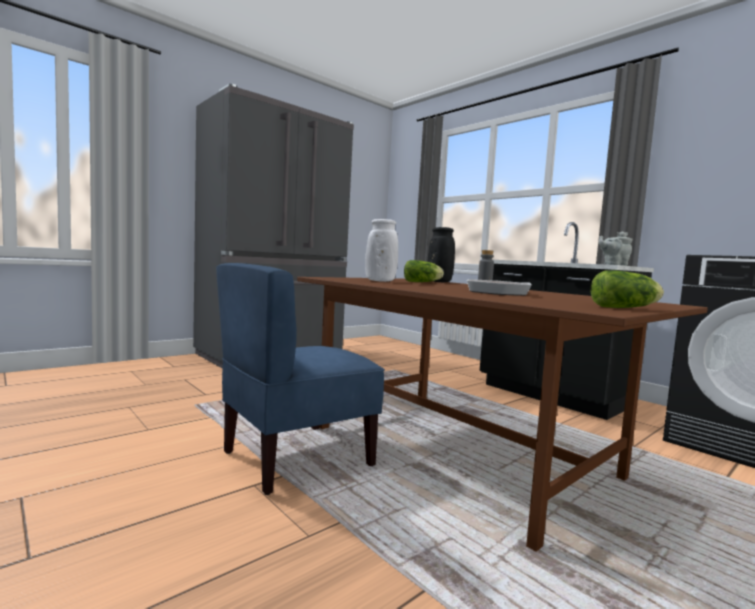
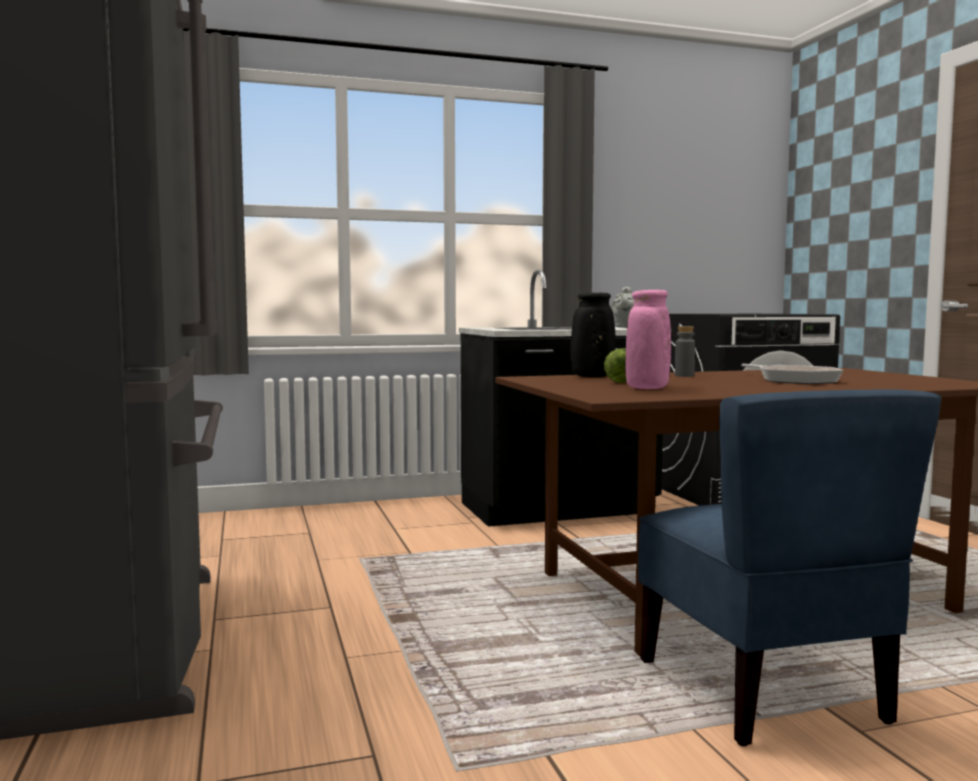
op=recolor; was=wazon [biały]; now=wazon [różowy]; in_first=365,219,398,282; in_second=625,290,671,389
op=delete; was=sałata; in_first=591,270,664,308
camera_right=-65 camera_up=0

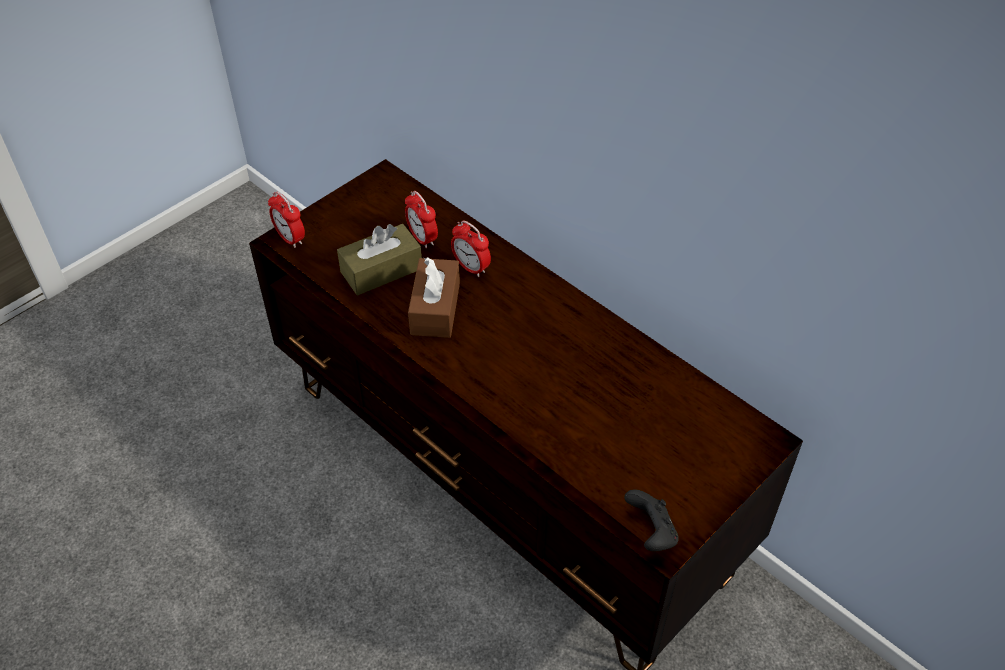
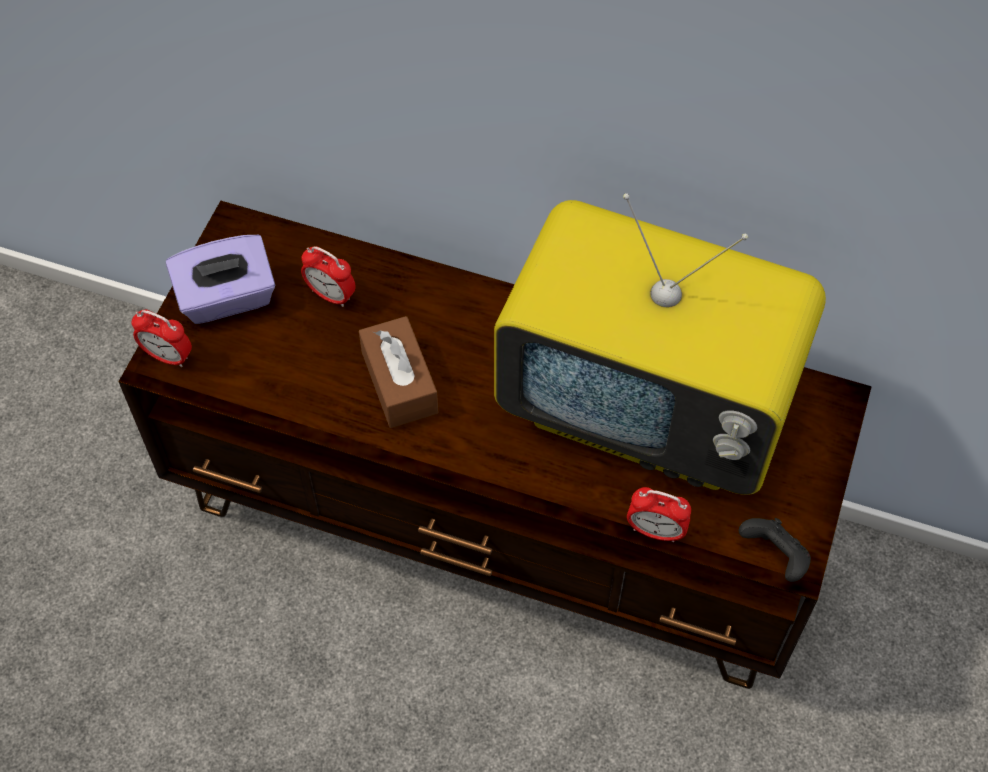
op=delete; was=pudełko chusteczek [brązowy]; in_first=337,224,422,295
op=move; was=budzik; in_first=451,221,491,277; in_second=627,487,691,542
op=insert; now=pudełko chusteczek [fioletowy]; in_second=166,235,275,324
op=insert; now=telewizor; in_second=494,193,826,495
camera_right=-25 camera_up=10

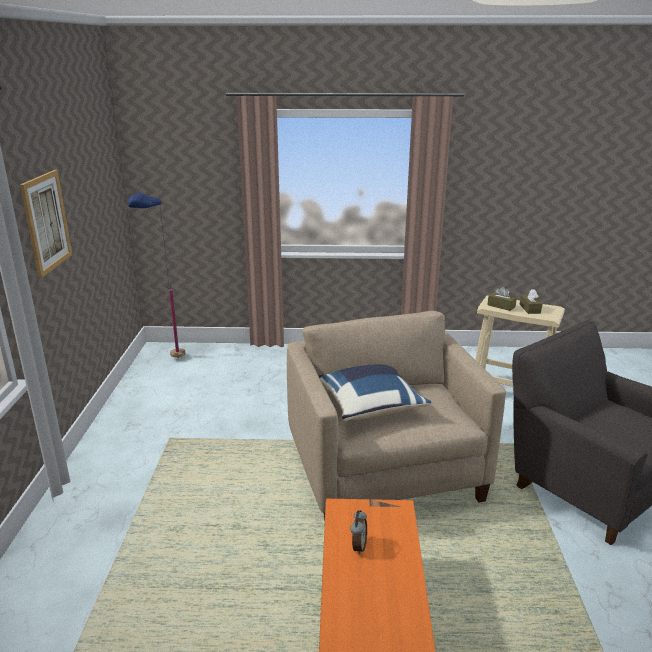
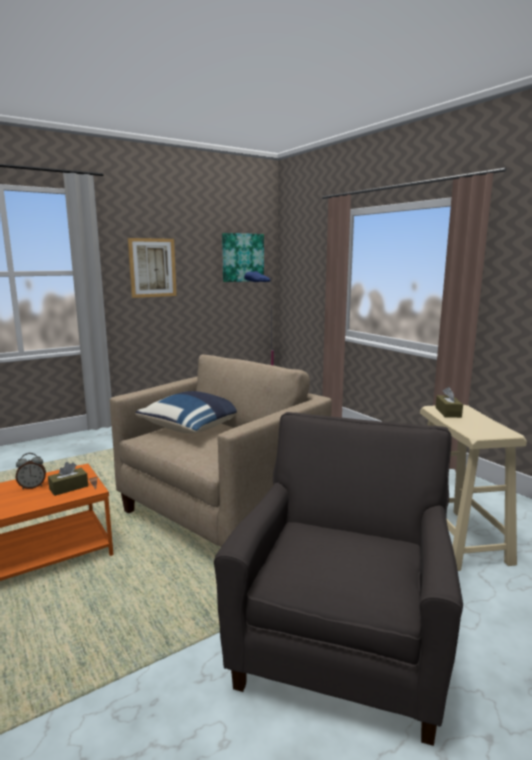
op=move; was=pudełko chusteczek [brązowy]; in_first=520,289,542,314; in_second=48,462,88,496
op=insert; now=obraz; in_second=222,233,264,282
camera_right=55 camera_up=-10

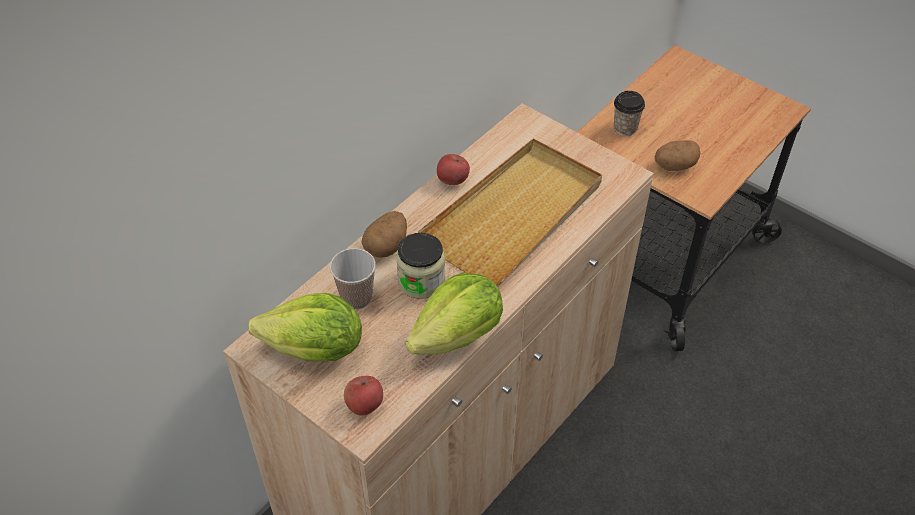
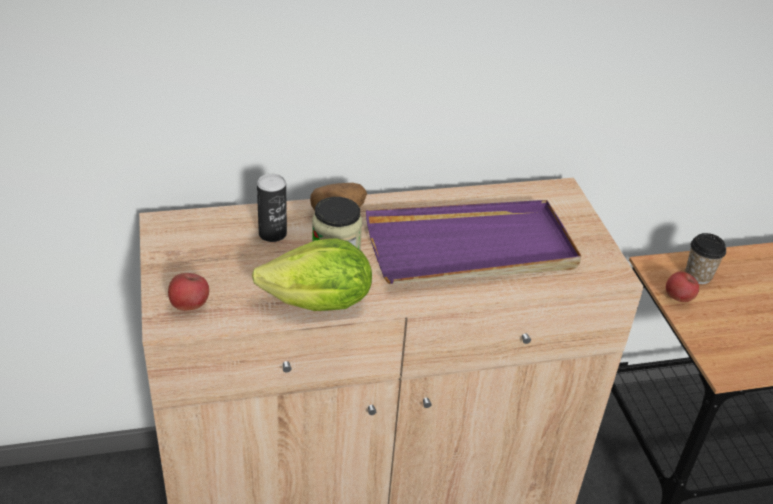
op=delete; was=sałata; in_first=248,293,362,361
op=replace; was=filiżanka; now=puszka; in_first=330,248,376,310; in_second=257,174,287,242
op=recolor; was=taca [beżowy]; now=taca [fioletowy]; in_first=418,138,602,285; in_second=366,200,581,284
op=move; was=jabłko; in_first=437,154,470,185; in_second=666,271,699,302
op=delete; was=ziemniak; in_first=655,140,700,171
camera_right=35 camera_up=-10

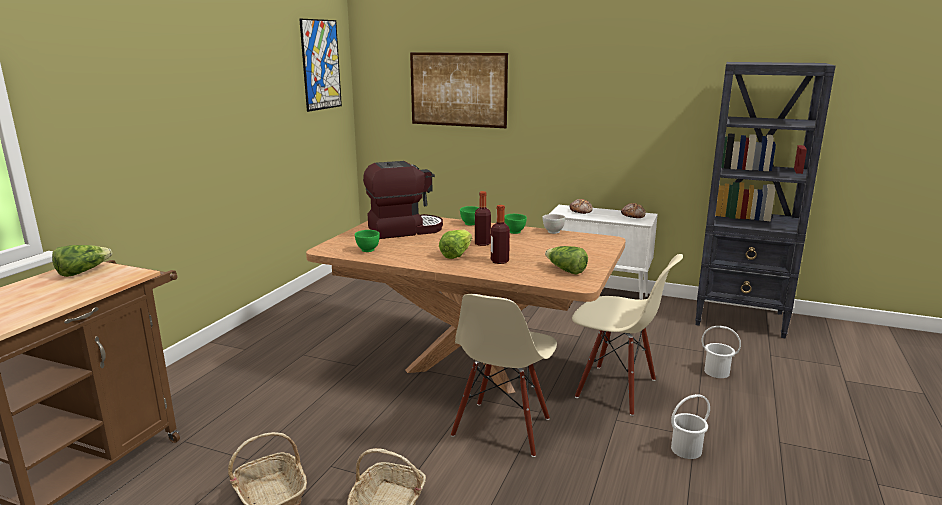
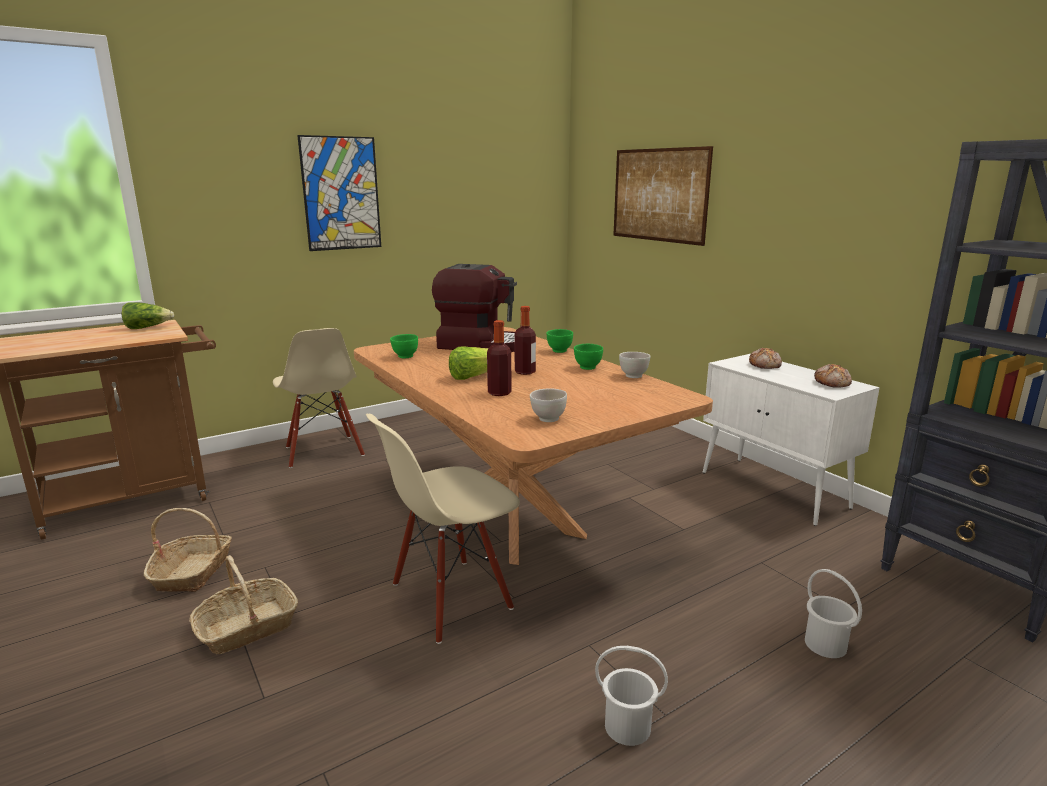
op=move; was=obraz; in_first=299,19,342,112; in_second=297,135,381,251
op=replace; was=sałata; now=miska [biały]; in_first=545,246,588,275; in_second=530,388,567,422
op=move; was=krzesło [beżowy]; in_first=572,254,683,416; in_second=273,328,365,468
camera_right=35 camera_up=0

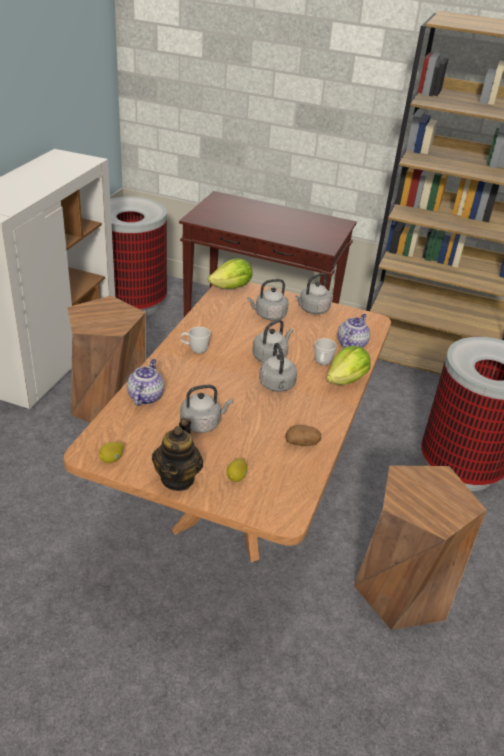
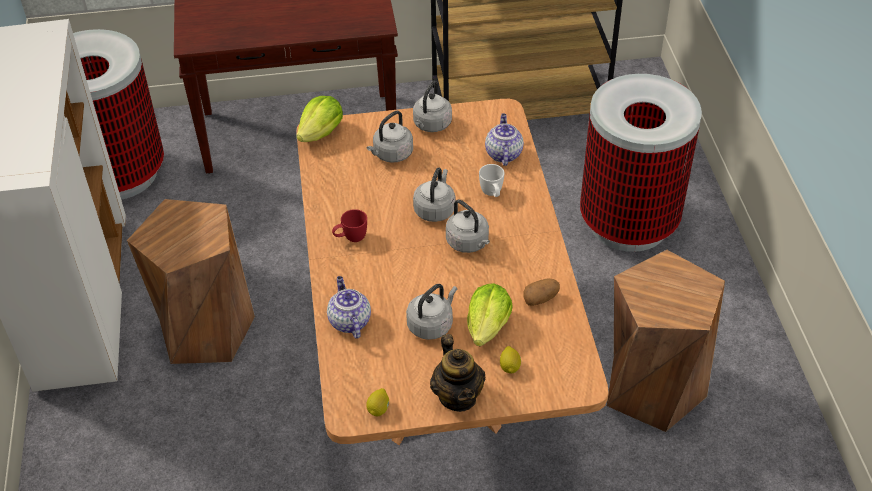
op=recolor; was=kubek [biały]; now=kubek [czerwony]; in_first=180,327,210,354; in_second=332,209,367,242
op=move; was=sałata; in_first=326,346,371,385; in_second=467,283,513,346
camera_right=-25 camera_up=10

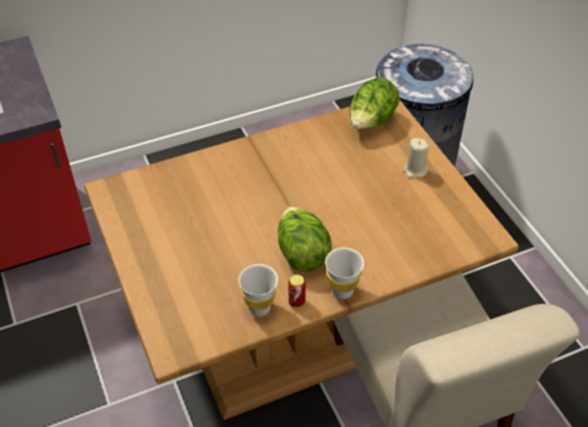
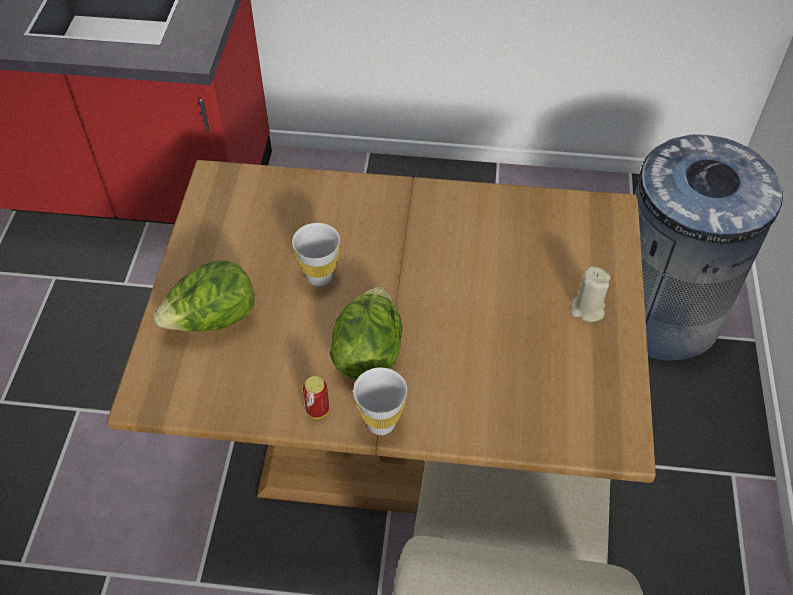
op=move; was=filiżanka [biały]; in_first=239,264,278,316; in_second=292,223,340,287
op=move; was=sałata; in_first=350,78,400,129; in_second=153,260,255,332
camera_right=30 camera_up=5

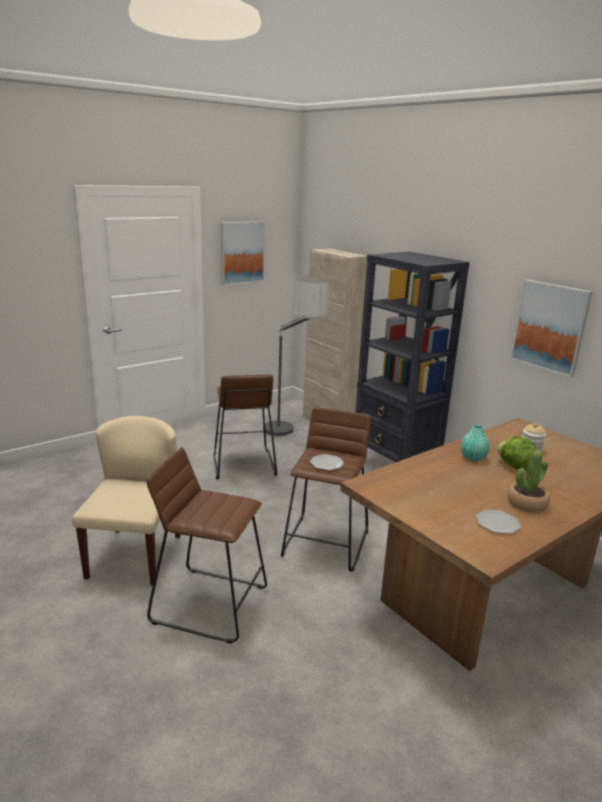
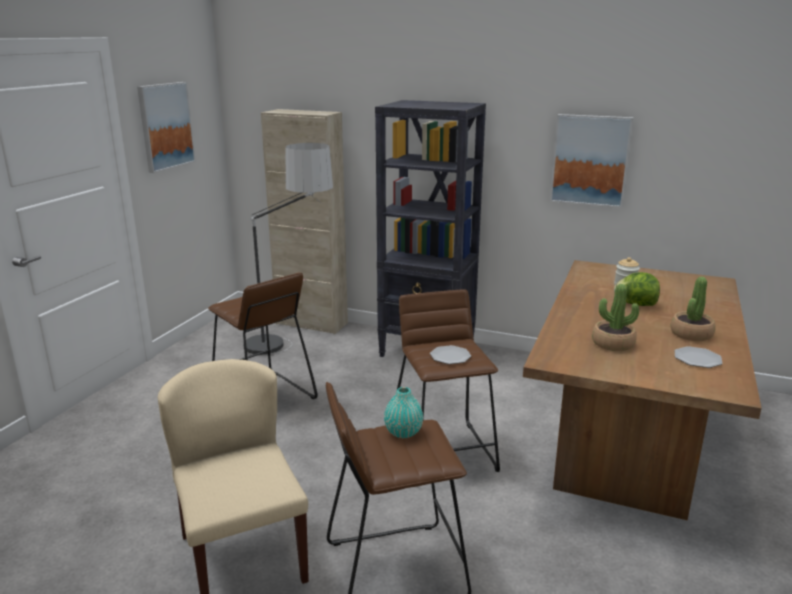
op=move; was=wazon [turkusowy]; in_first=461,425,490,461; in_second=384,387,423,438
op=insert; now=roślina doniczkowa; in_second=592,284,639,351
camera_right=-30 camera_up=0

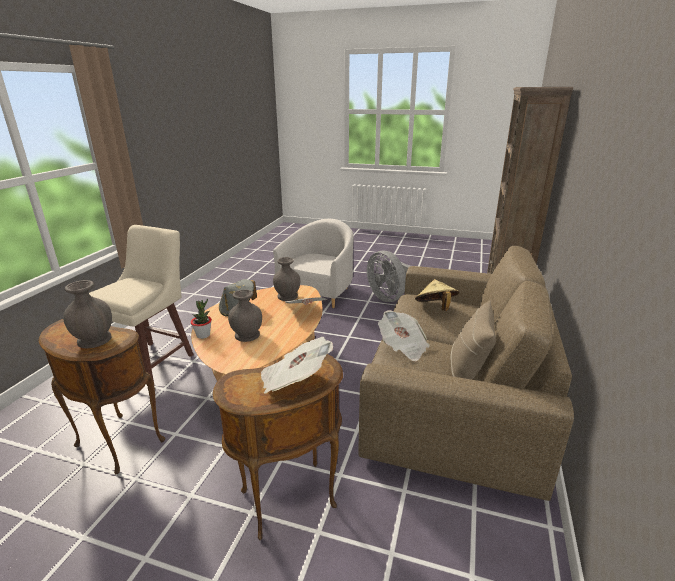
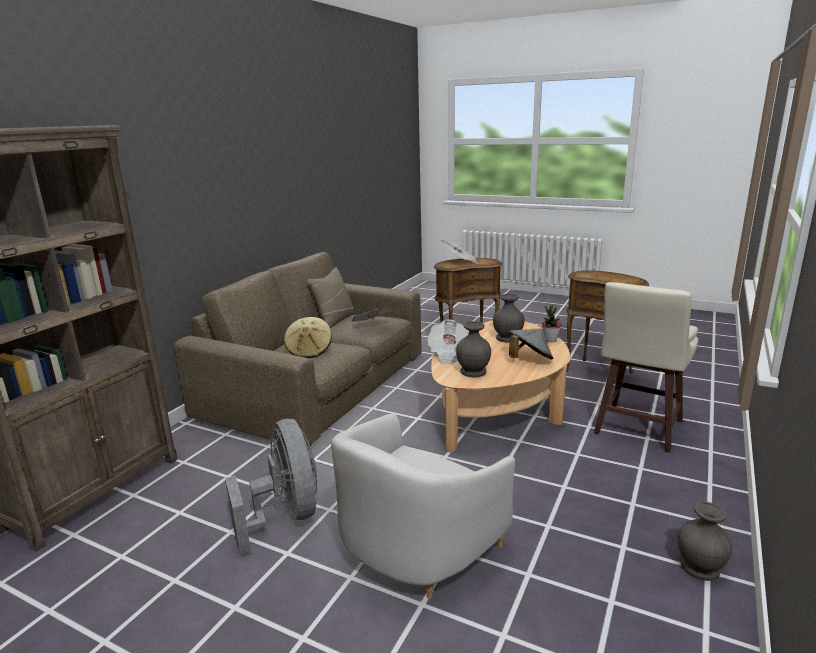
op=move; was=wazon [szary]; in_first=63,280,112,348; in_second=678,502,732,581
camera_right=-170 camera_up=-5

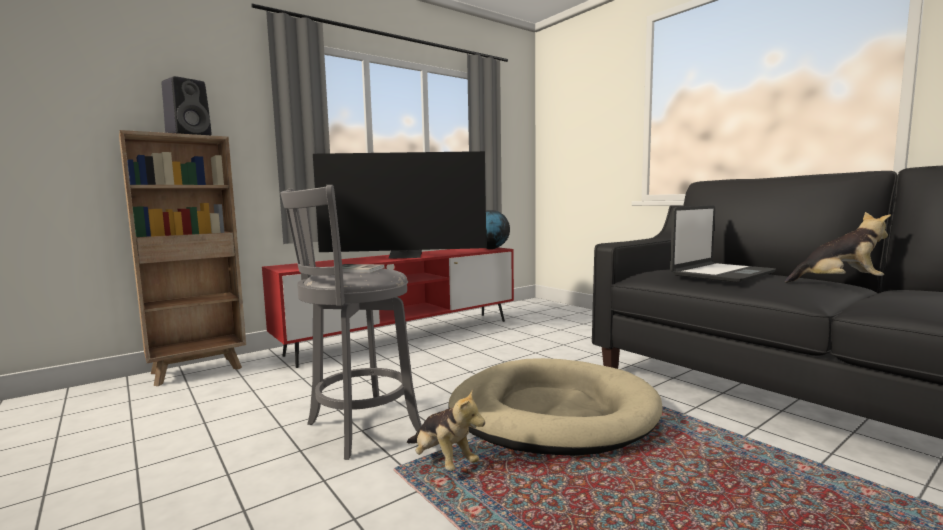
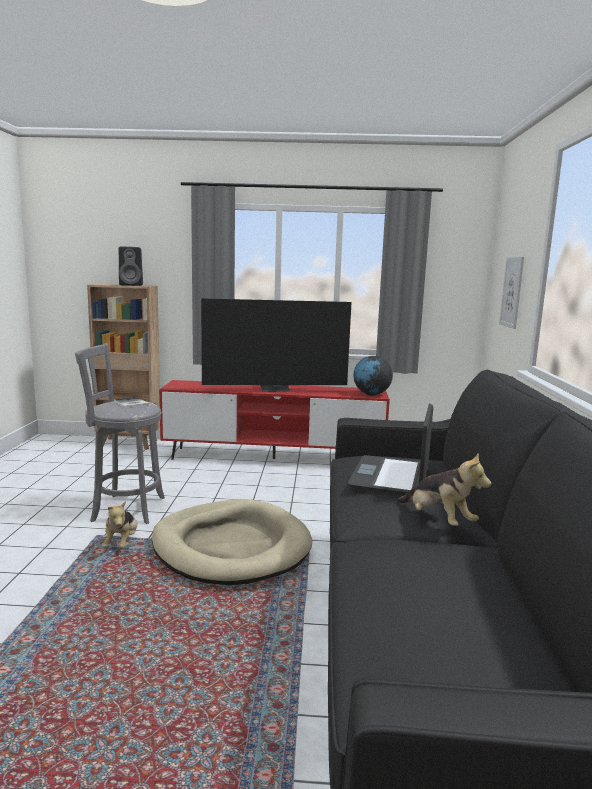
op=rotate; was=telewizor; in_first=313,151,487,259; in_second=201,298,352,392; clockwise=-45
op=rotate; was=laptop; in_first=670,205,776,283; in_second=348,403,433,495; clockwise=105
op=insert; now=obraz; in_second=499,257,524,329
camera_right=40 camera_up=5

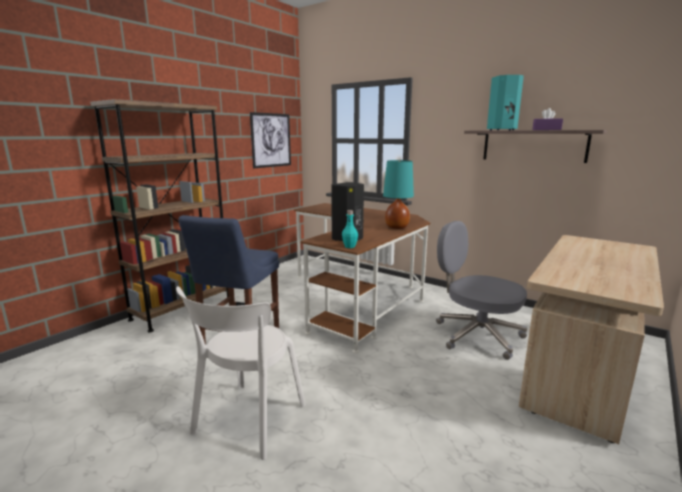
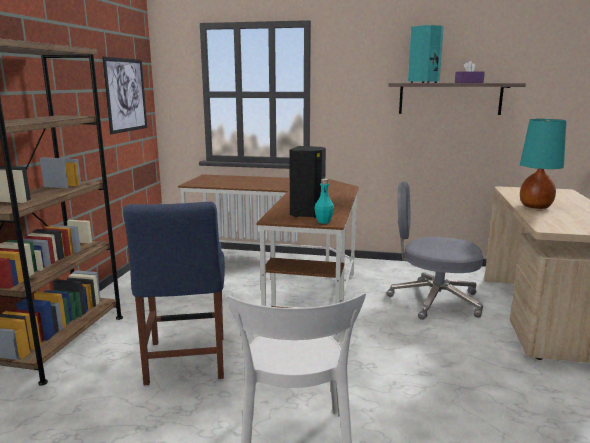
op=move; was=lampa stołowa [turkusowy]; in_first=383,160,414,229; in_second=520,119,567,209
camera_right=-25 camera_up=0

